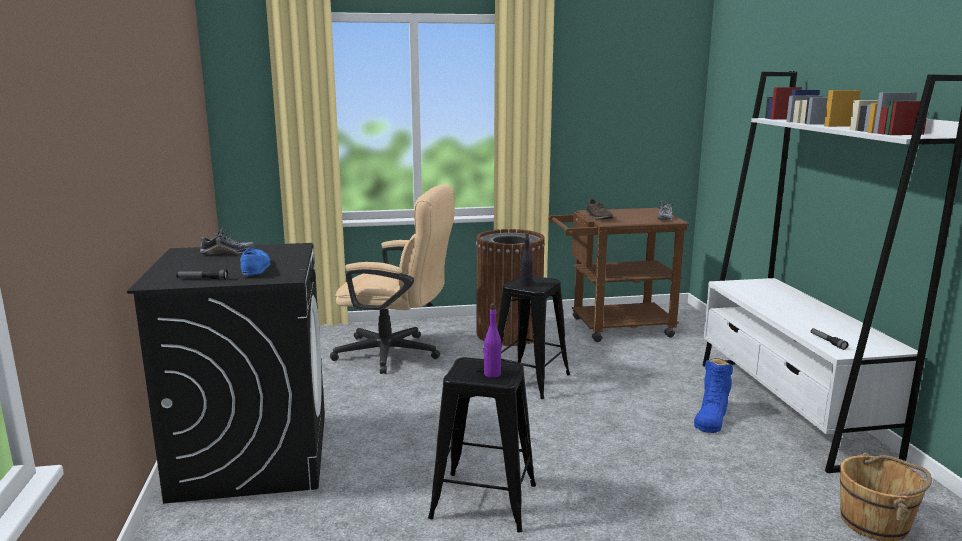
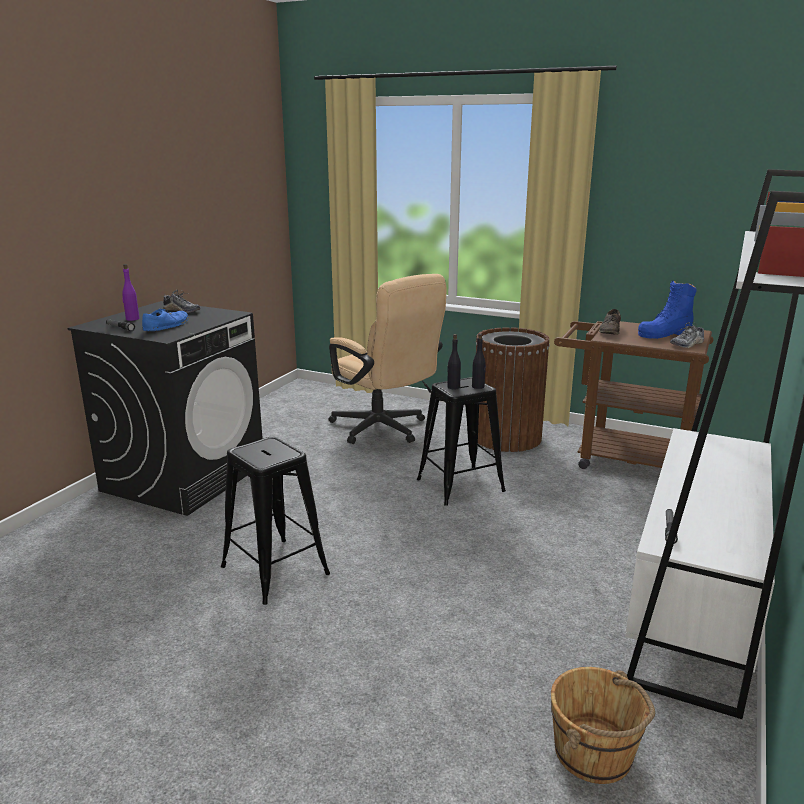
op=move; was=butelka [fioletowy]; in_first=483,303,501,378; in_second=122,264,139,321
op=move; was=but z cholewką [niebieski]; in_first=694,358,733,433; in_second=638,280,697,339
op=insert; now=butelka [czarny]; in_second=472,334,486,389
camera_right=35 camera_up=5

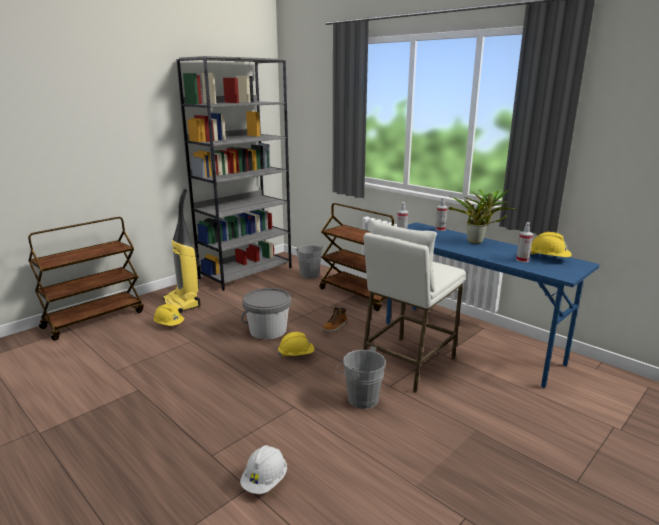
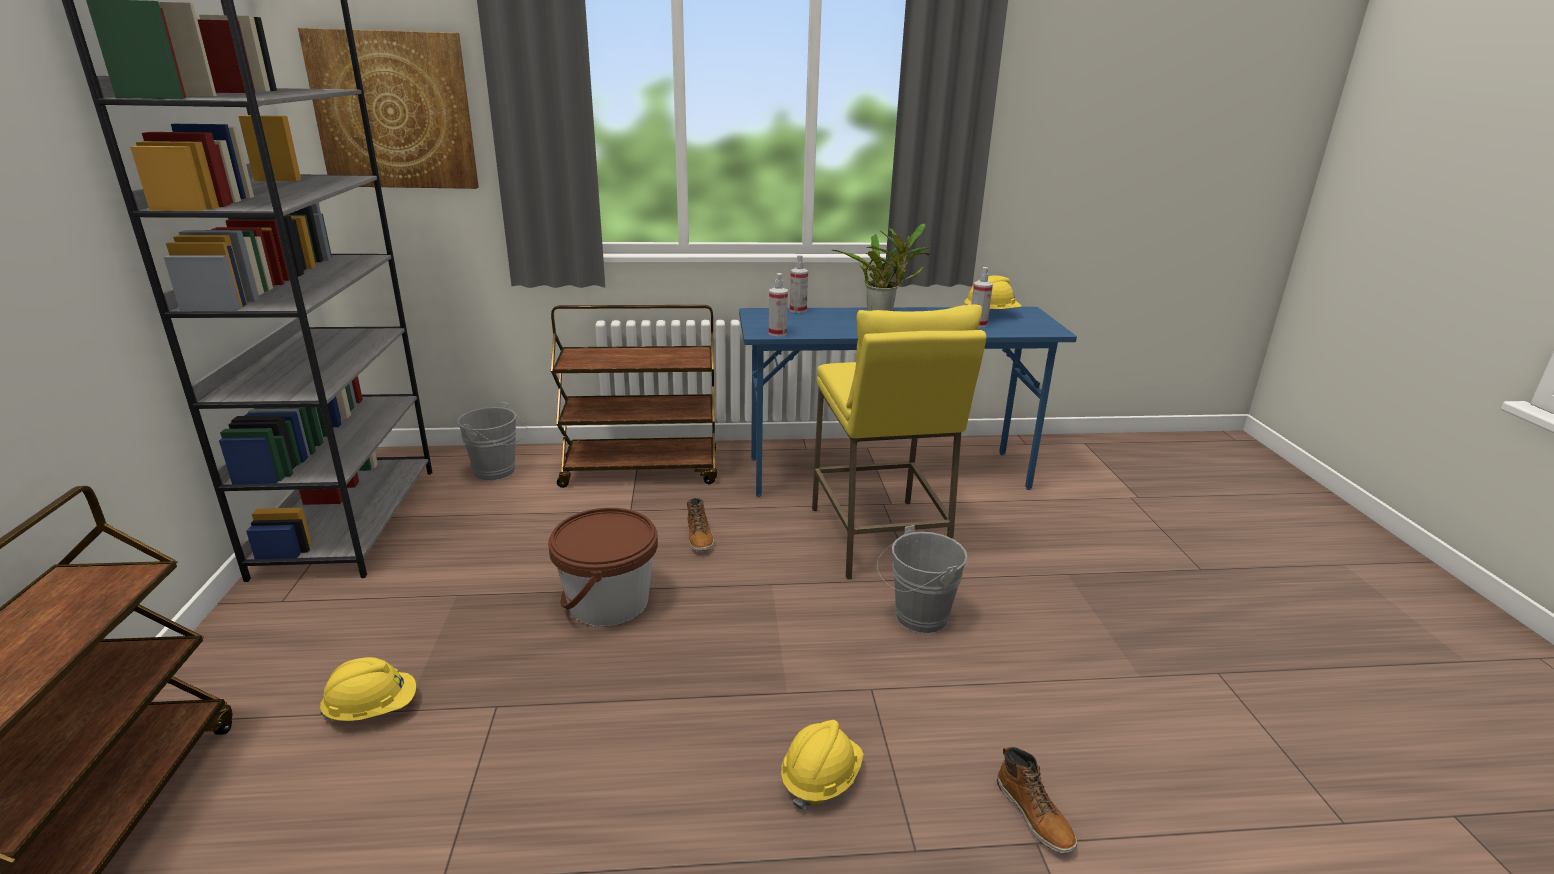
op=delete; was=odkurzacz; in_first=163,188,201,313
op=replace; was=kask [biały]; now=but z cholewką; in_first=240,445,287,494; in_second=997,746,1077,853
op=recolor; was=wiadro [szary]; now=wiadro [brązowy]; in_first=241,288,291,340; in_second=548,508,658,626
op=move; was=kask [żółty]; in_first=278,332,314,357; in_second=781,720,864,811
op=recolor; was=stołek [biały]; now=stołek [żółty]; in_first=363,220,465,393; in_second=812,304,987,579
op=insert; now=obraz; in_second=298,28,479,189
camera_right=-50 camera_up=5

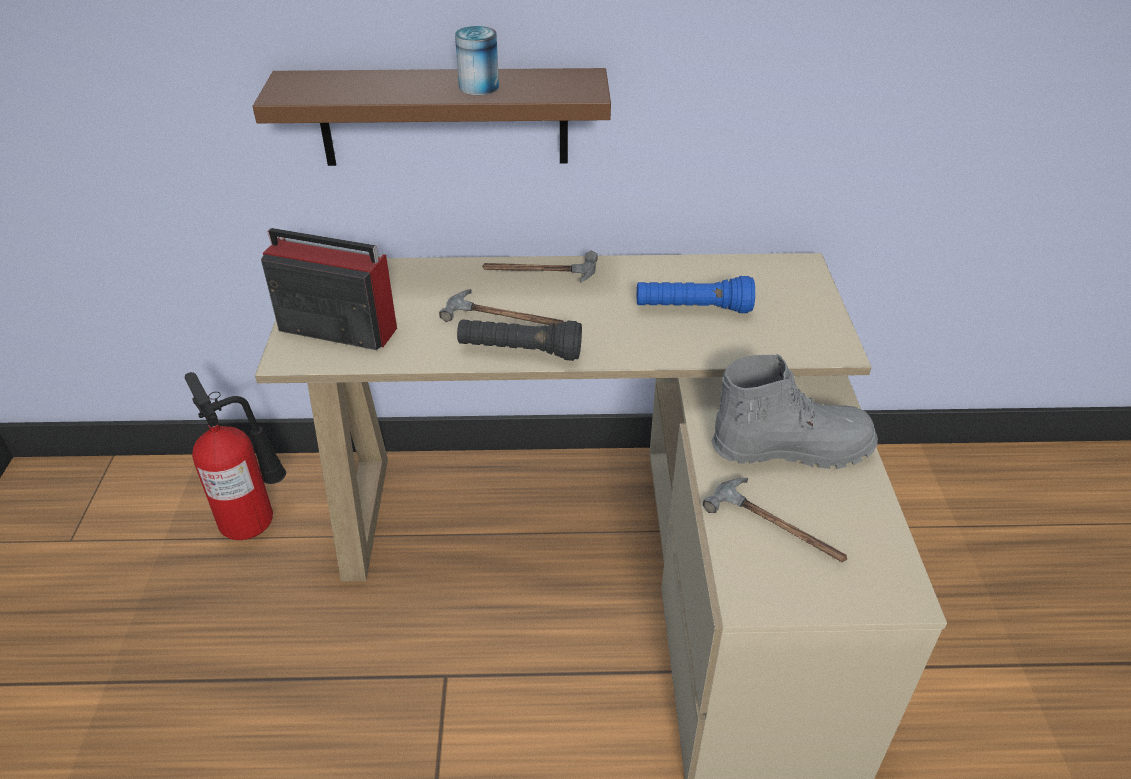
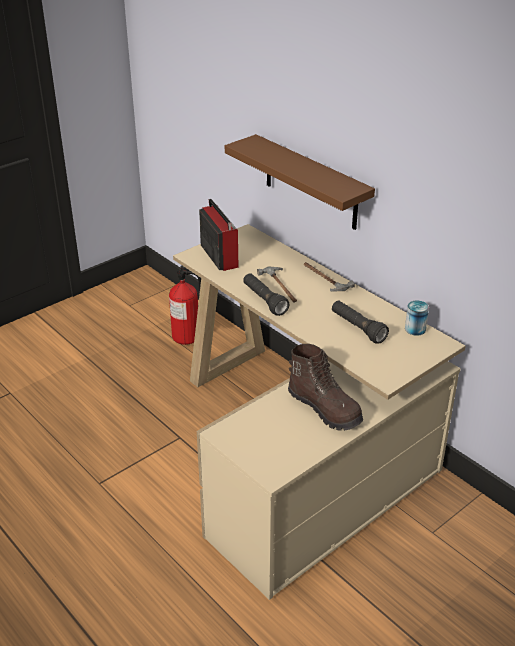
op=move; was=puszka; in_first=455,26,499,95; in_second=405,301,429,336
op=recolor; was=latarka [niebieski]; now=latarka [czarny]; in_first=637,276,755,313; in_second=332,300,389,344
op=delete; was=młotek; in_first=703,478,847,562
op=recolor; was=but z cholewką [szary]; now=but z cholewką [brązowy]; in_first=712,354,878,469; in_second=288,344,363,431
camera_right=50 camera_up=-5

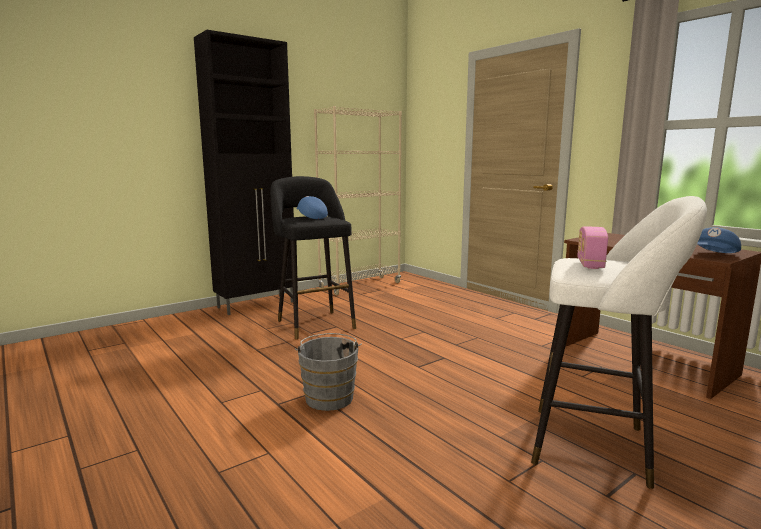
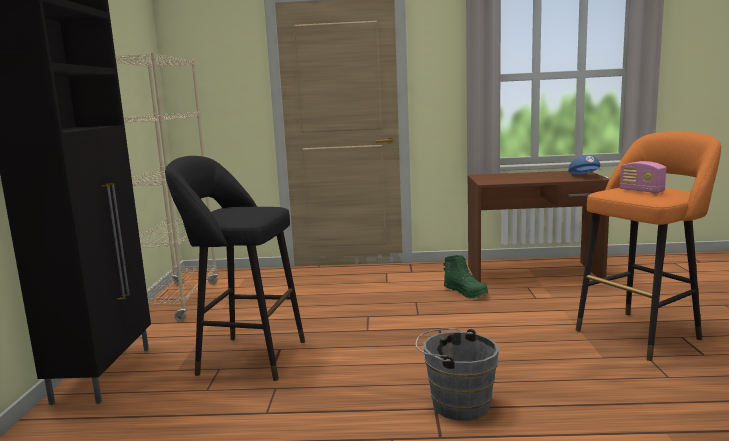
op=delete; was=czapka z daszkiem [niebieski]; in_first=296,196,328,219
op=recolor; was=stołek [biały]; now=stołek [pomarańczowy]; in_first=531,196,707,489; in_second=576,131,721,361
op=insert; now=but z cholewką [zielony]; in_second=443,255,488,298
camera_right=-50 camera_up=0

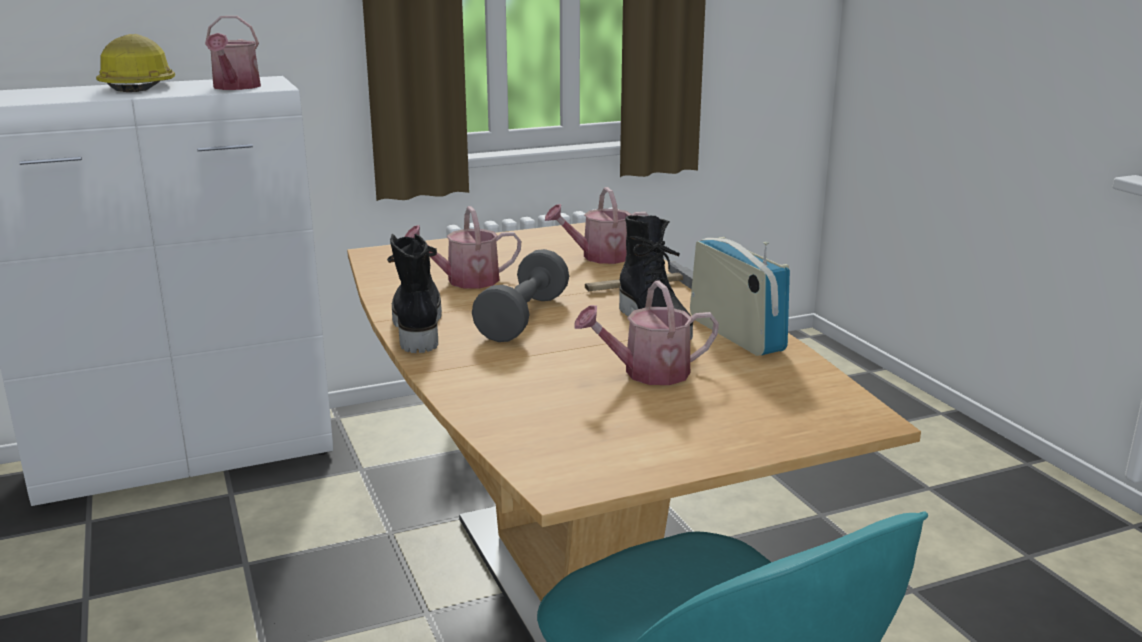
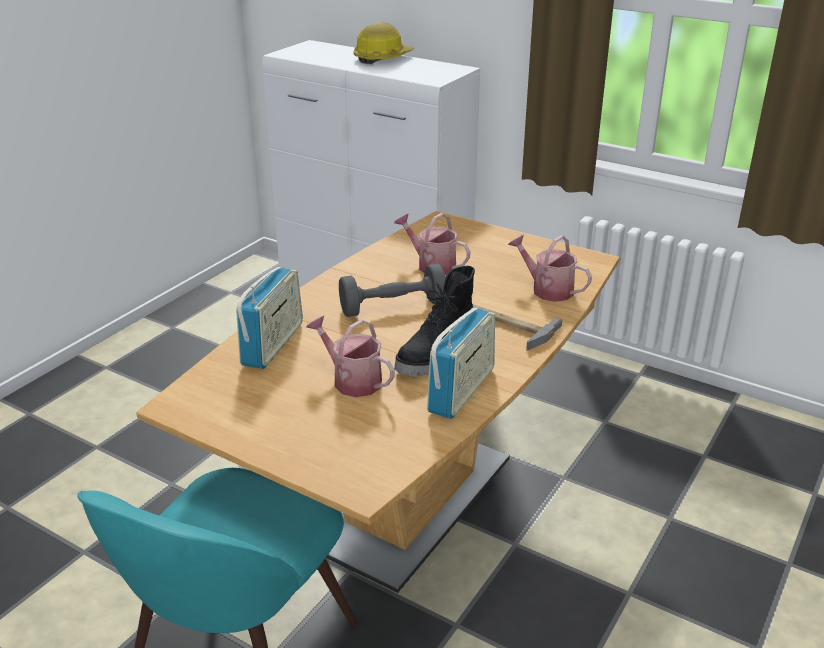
op=delete; was=konewka; in_first=205,16,261,90
op=delete; was=but z cholewką [czarny]; in_first=387,234,442,353
op=insert; now=radio; in_second=236,267,303,369
camera_right=55 camera_up=10

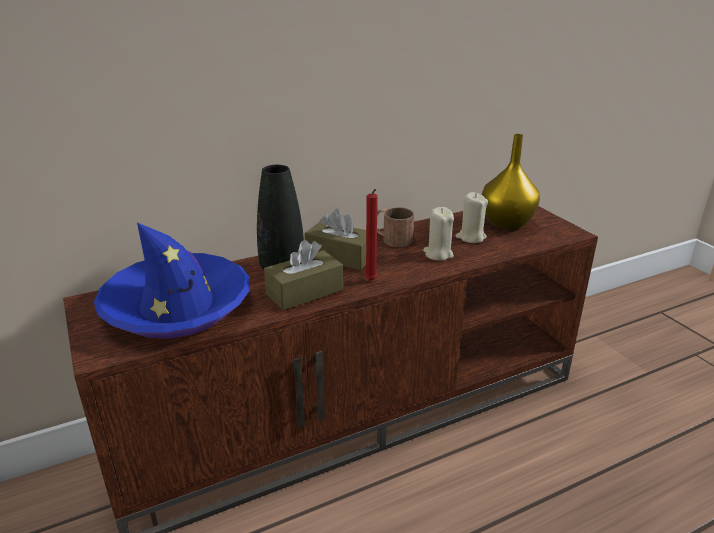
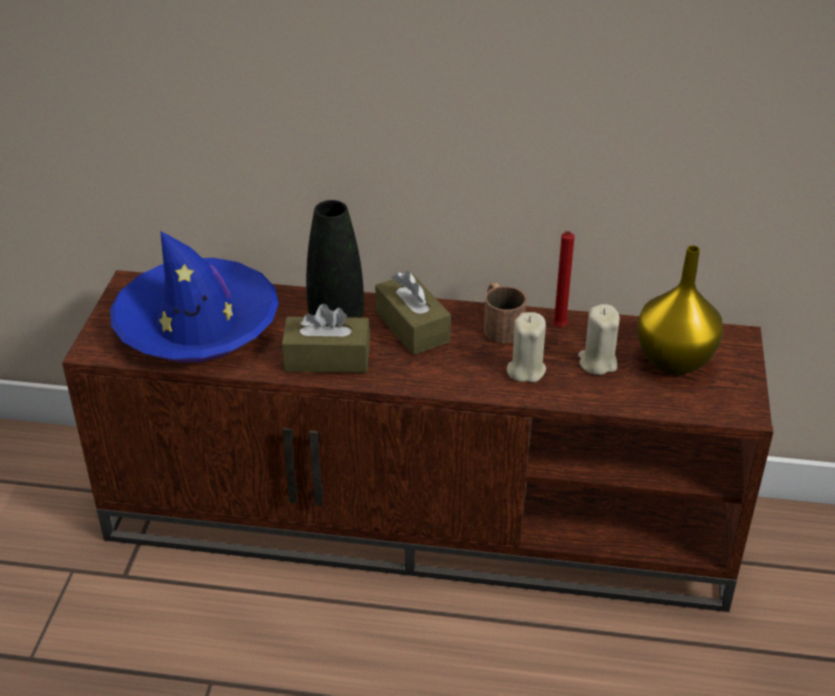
op=move; was=świeca [czerwony]; in_first=365,189,378,280; in_second=553,231,575,327
camera_right=35 camera_up=10

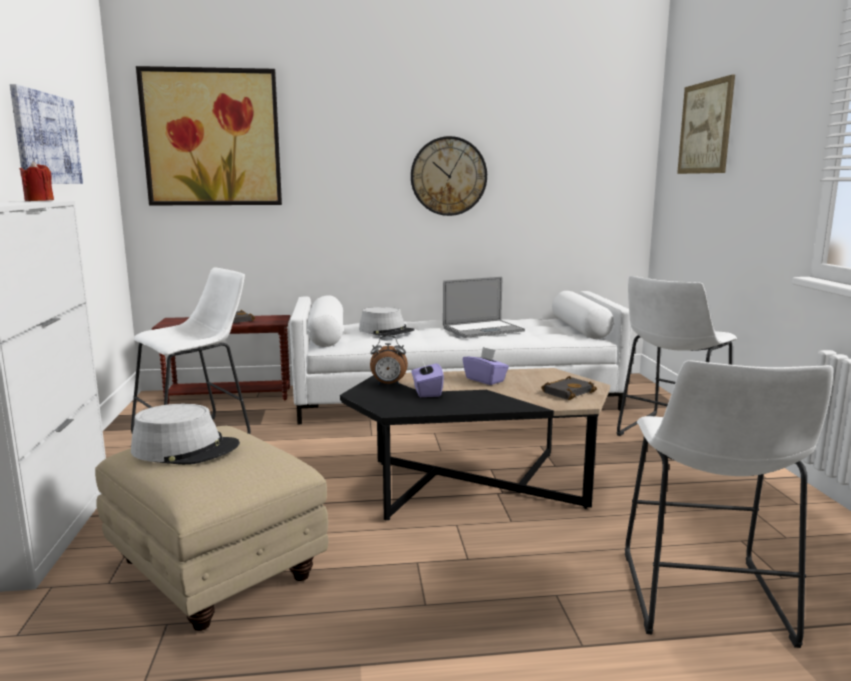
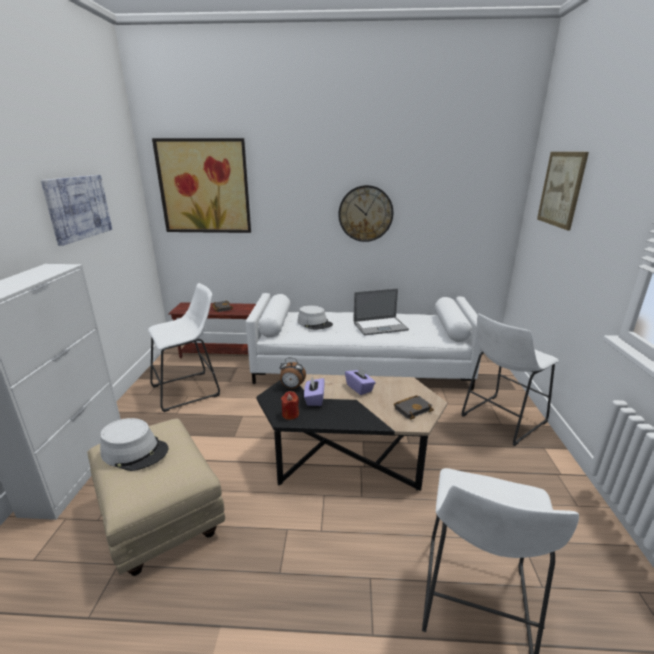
op=move; was=świeca [czerwony]; in_first=19,161,54,201; in_second=281,391,299,420
camera_right=10 camera_up=10

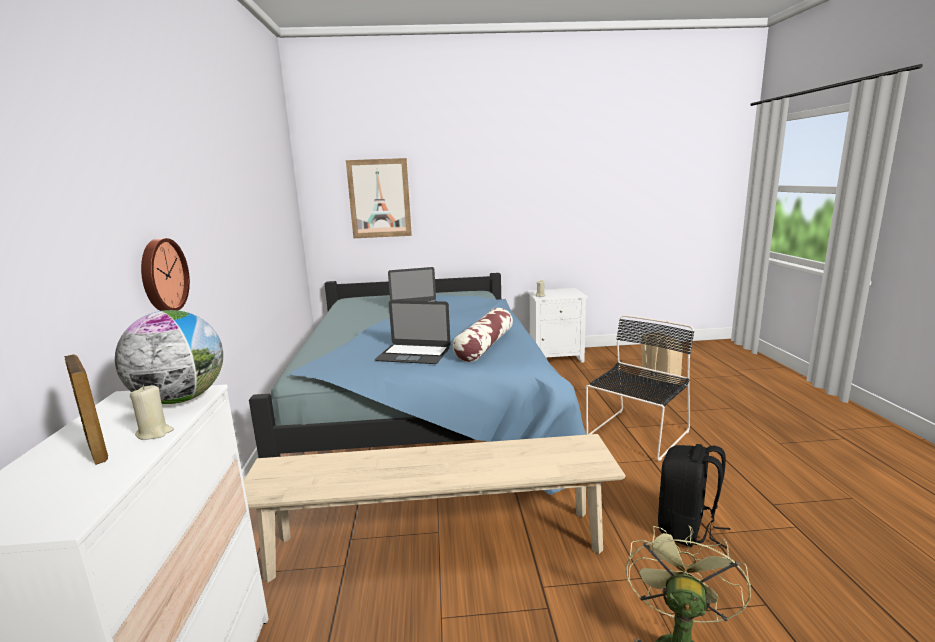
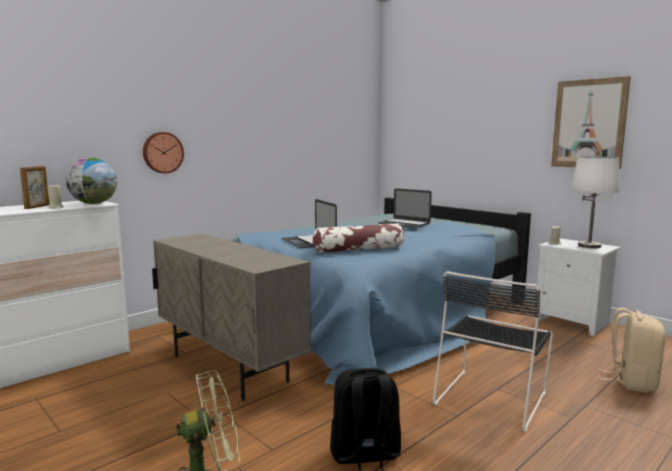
op=replace; was=ławka [beżowy]; now=szafka [beżowy]; in_first=244,434,626,583; in_second=152,233,311,401
op=move; was=obraz; in_first=346,158,412,238; in_second=551,76,631,169
op=rotate; was=krzesło [czarny]; in_first=586,315,694,461; in_second=433,271,553,432; clockwise=120
op=insert; now=lampa stołowa [biały]; in_second=571,156,620,248
camera_right=50 camera_up=-5

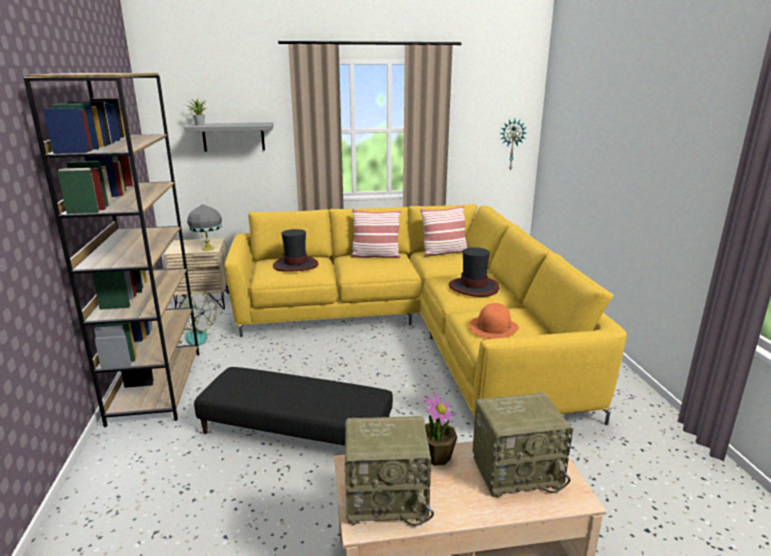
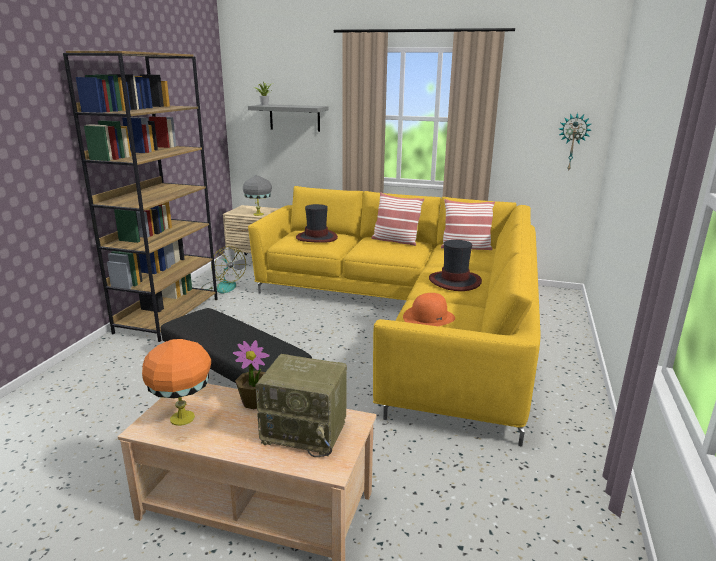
op=replace; was=radio; now=lampa stołowa [pomarańczowy]; in_first=345,416,434,526; in_second=142,339,211,426
camera_right=25 camera_up=0

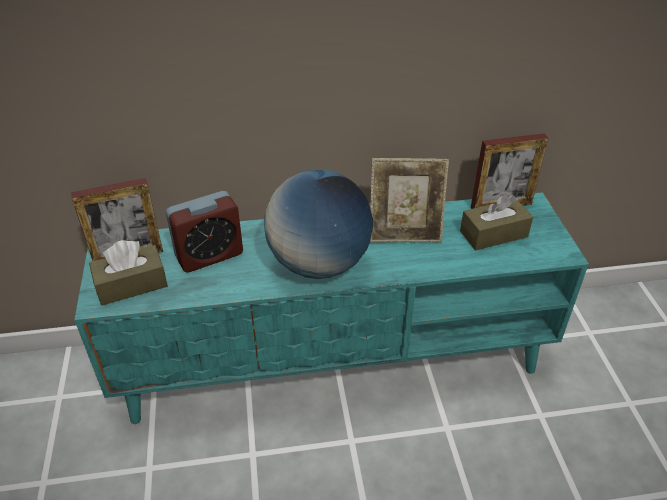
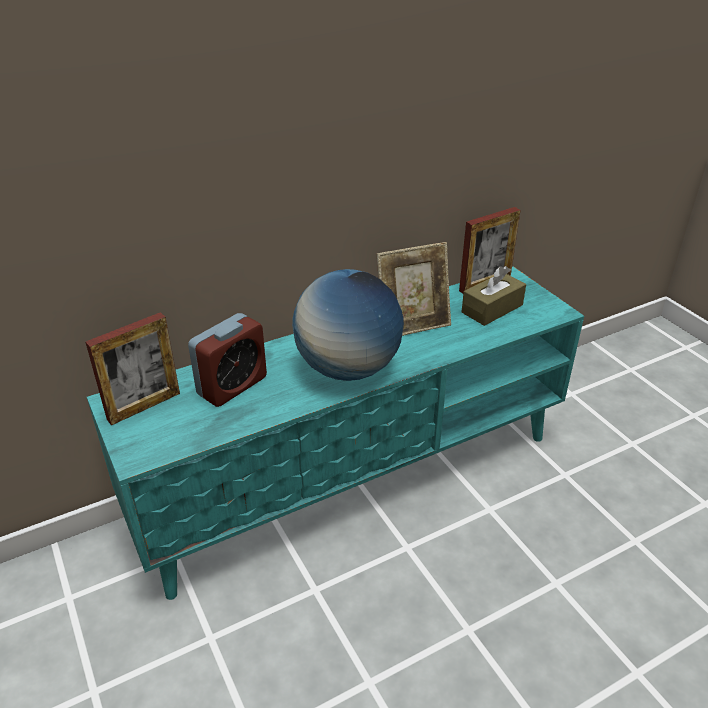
op=delete; was=pudełko chusteczek [brązowy]; in_first=89,240,168,305
camera_right=-20 camera_up=-5

